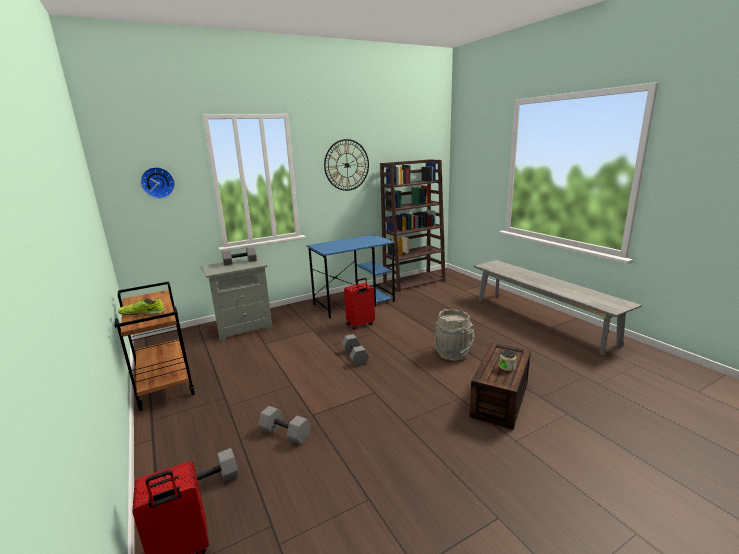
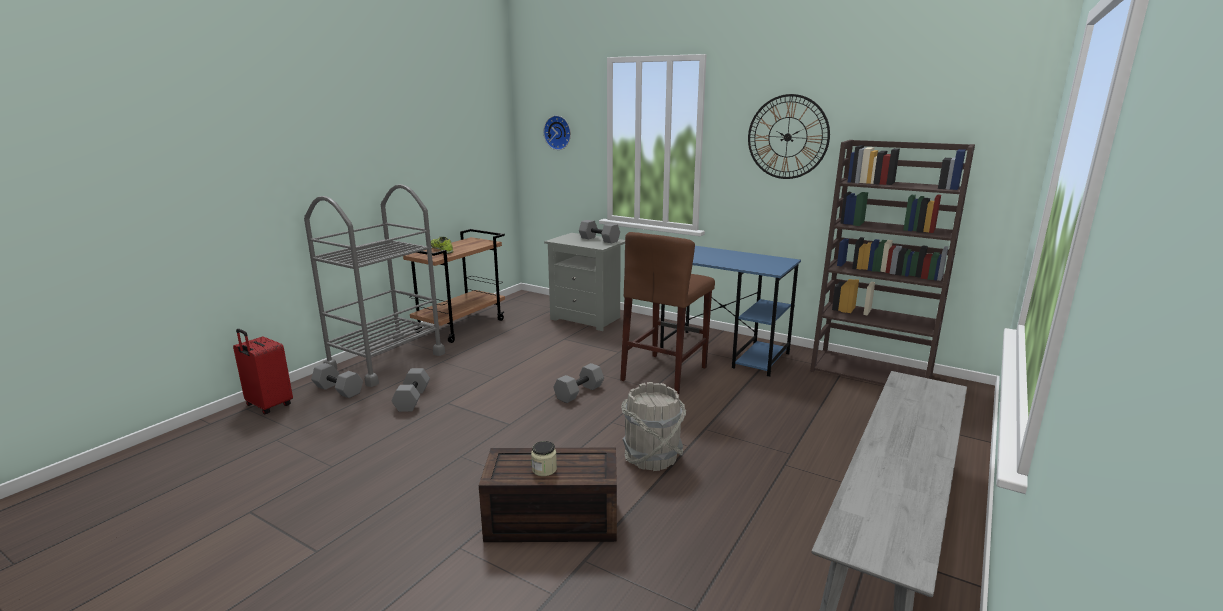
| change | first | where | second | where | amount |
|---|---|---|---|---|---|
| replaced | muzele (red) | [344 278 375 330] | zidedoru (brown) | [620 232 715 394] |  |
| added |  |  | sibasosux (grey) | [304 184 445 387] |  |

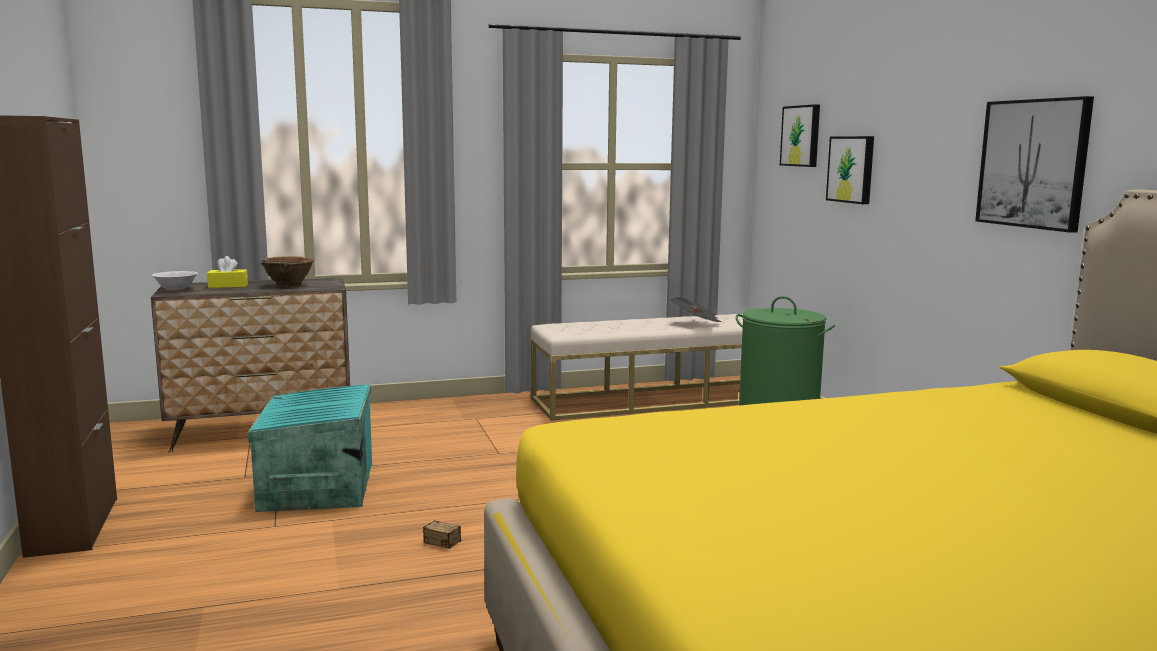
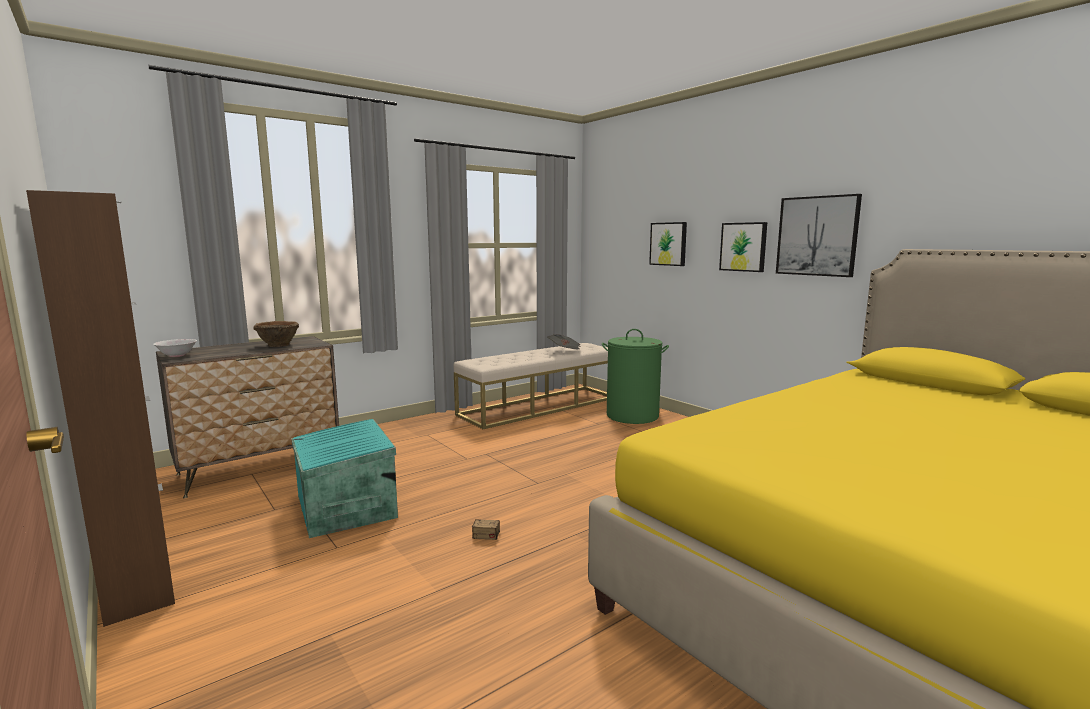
| change | first | where | second | where | amount |
|---|---|---|---|---|---|
| removed | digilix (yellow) | [207 256 248 288] |  |  |  |
| moved | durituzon | [780 104 820 167] |  | [719 222 767 272] |  |

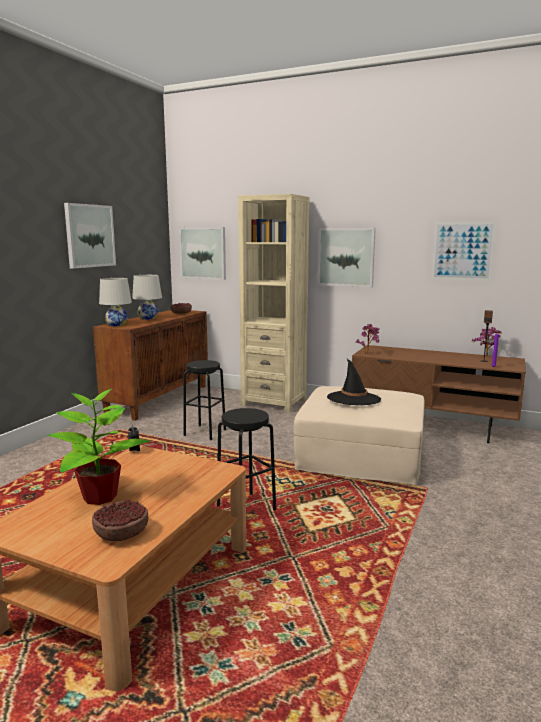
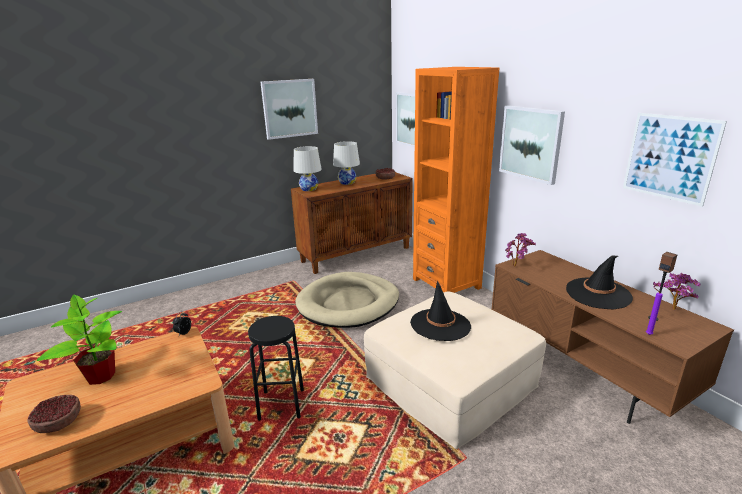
| change | first | where | second | where | amount |
|---|---|---|---|---|---|
| replaced | zidedoru (black) | [184 360 226 440] | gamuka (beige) | [295 272 399 328] |  |
| recoloured | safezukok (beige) | [238 194 310 413] | safezukok (orange) | [413 67 499 293] |  |
| added |  |  | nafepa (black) | [566 256 633 309] |  |

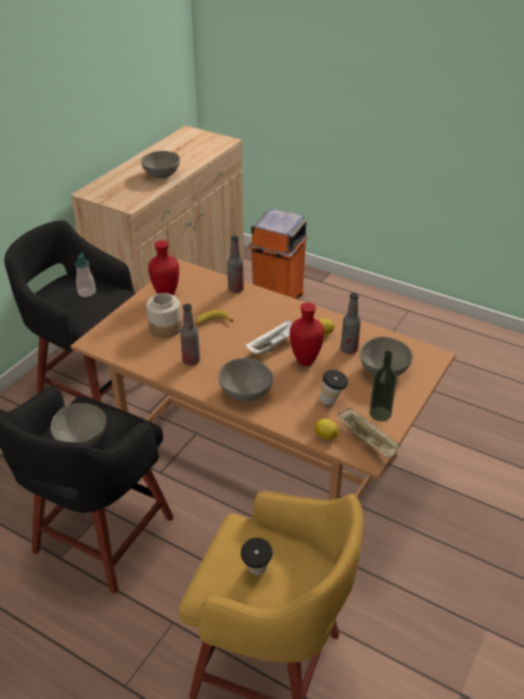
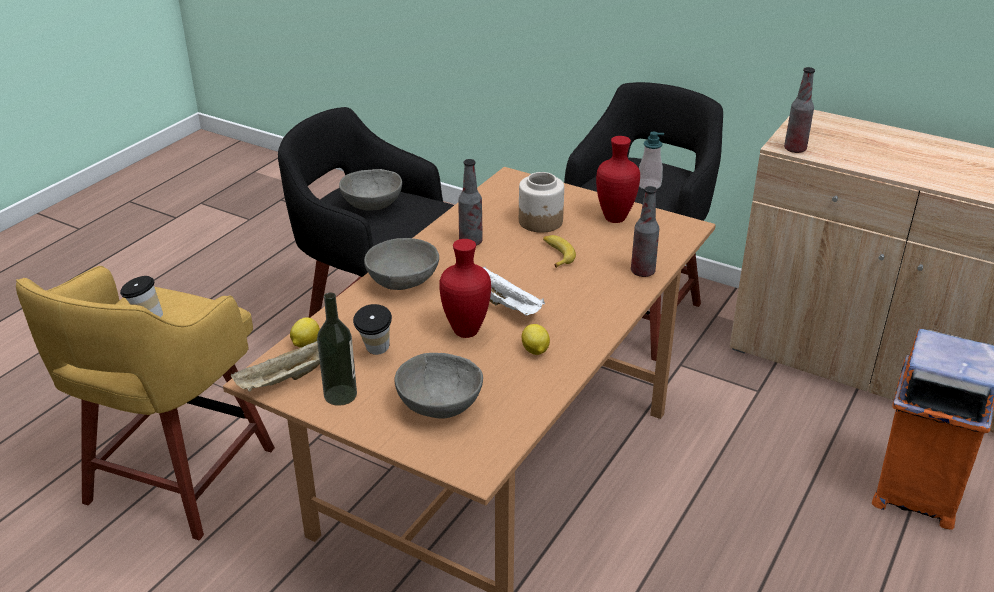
| change | first | where | second | where | amount |
|---|---|---|---|---|---|
| removed | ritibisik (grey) | [141 151 180 178] |  |  |  |
| moved | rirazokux | [341 293 361 354] |  | [784 67 815 153] |  |

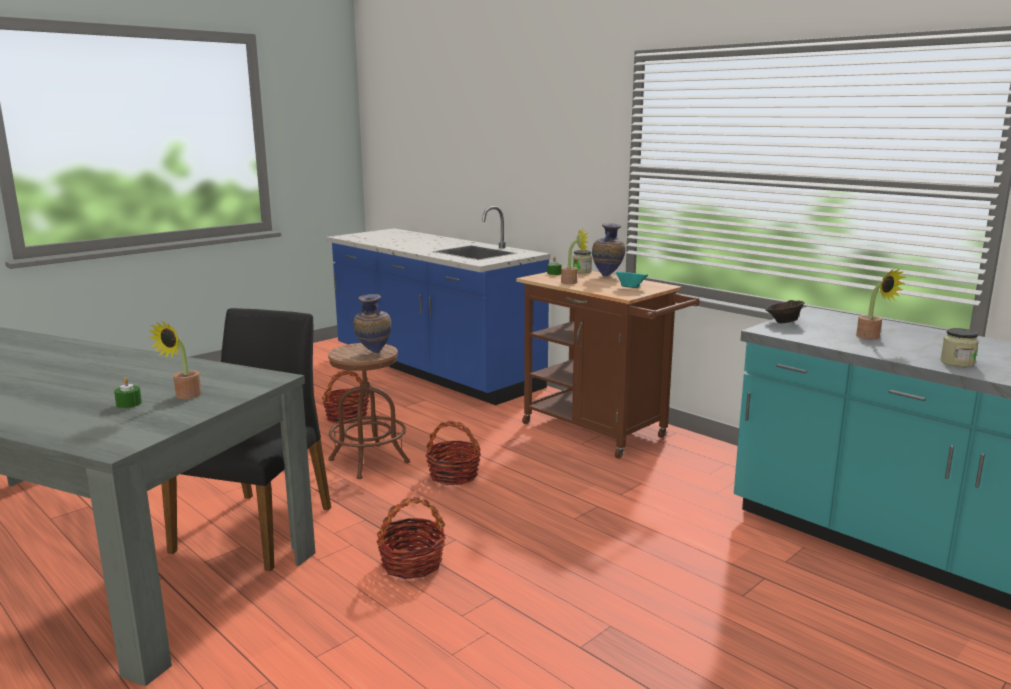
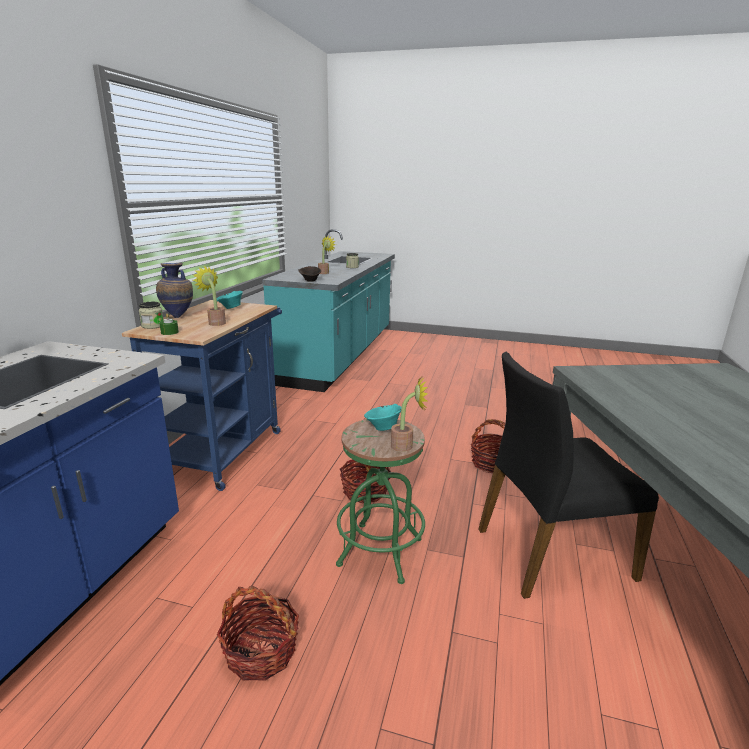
| change | first | where | second | where | amount |
|---|---|---|---|---|---|
| removed | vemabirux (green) | [114 377 142 408] |  |  |  |
| moved | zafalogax | [148 321 202 399] |  | [391 377 428 452] |  |
| recoloured | zidedoru (brown) | [328 343 410 479] | zidedoru (green) | [336 419 425 584] |  |
| replaced | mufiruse | [354 294 392 353] | ritibisik (turquoise) | [364 404 402 431] |  |
| recoloured | sibasosux (brown) | [516 271 700 459] | sibasosux (blue) | [122 300 282 491] |  |

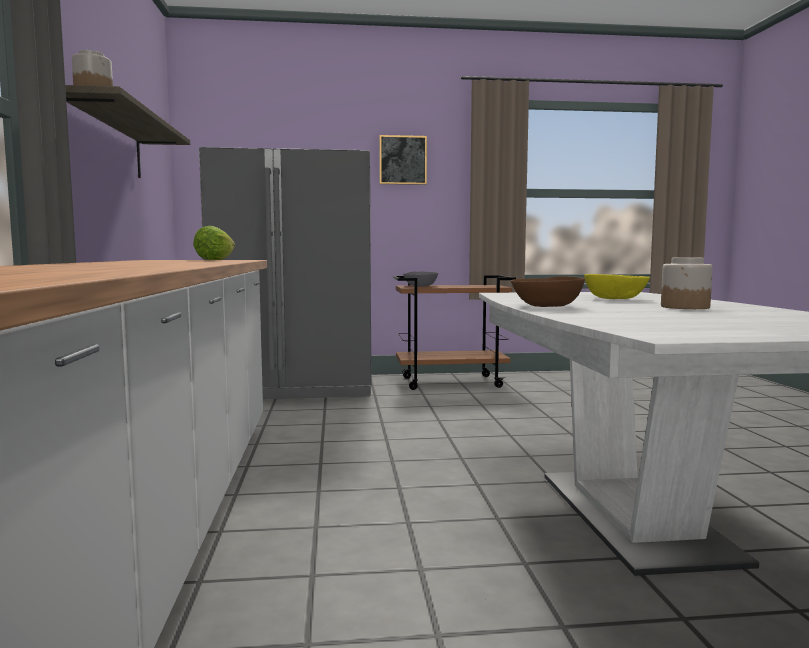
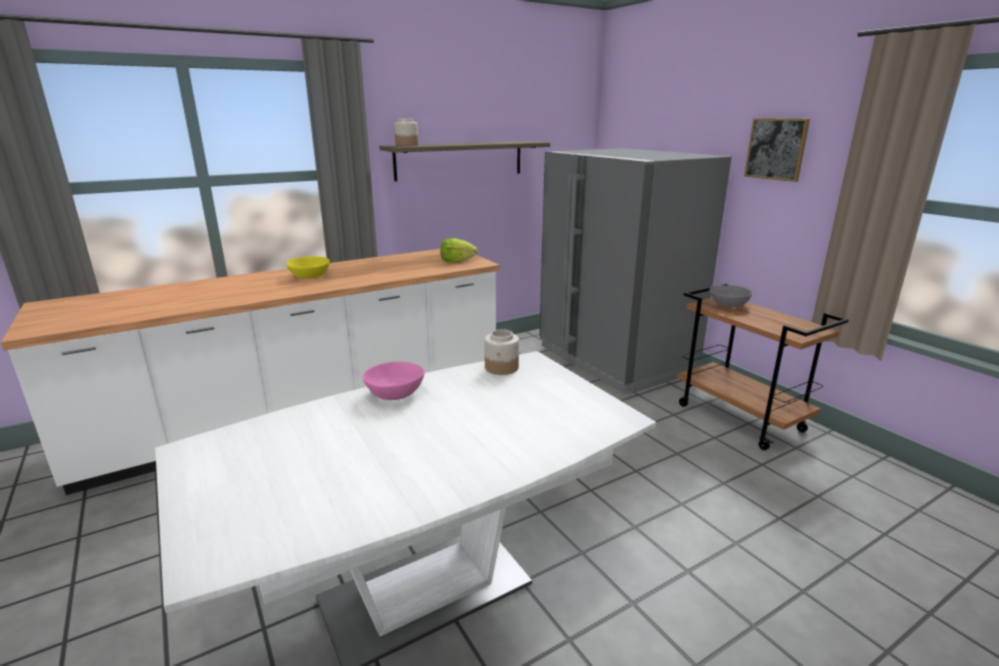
| change | first | where | second | where | amount |
|---|---|---|---|---|---|
| recoloured | ritibisik (brown) | [511 276 585 307] | ritibisik (pink) | [362 361 425 400] |  |
| moved | ritibisik (yellow) | [584 274 650 299] |  | [286 256 330 279] |  |
| moved | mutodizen | [661 257 713 309] |  | [484 329 519 375] |  |

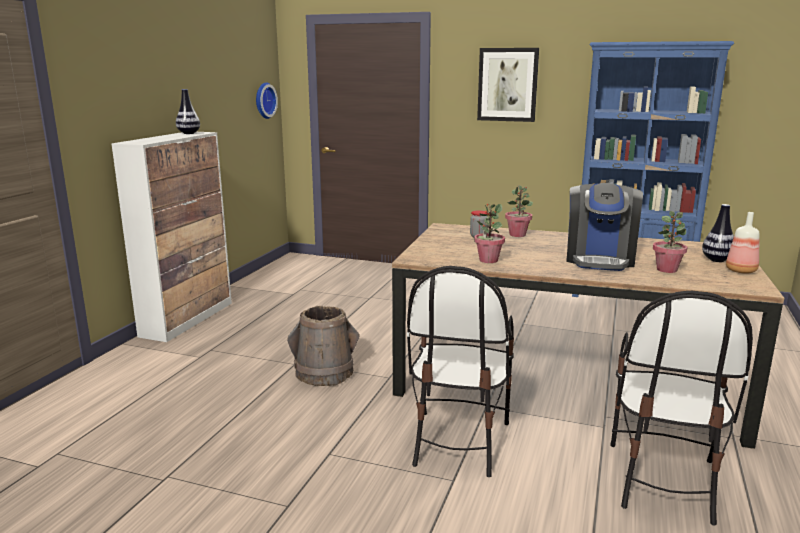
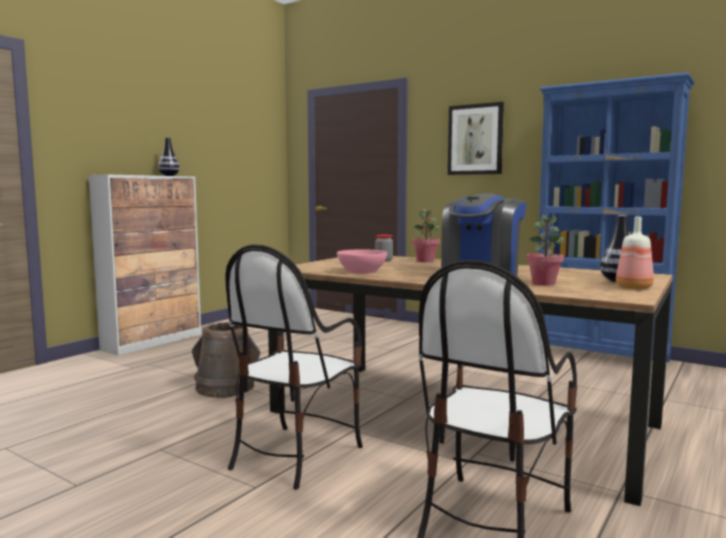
| change | first | where | second | where | amount |
|---|---|---|---|---|---|
| removed | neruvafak | [256 83 278 119] |  |  |  |
| replaced | zafalogax | [474 203 505 263] | ritibisik (pink) | [337 249 387 274] |  |

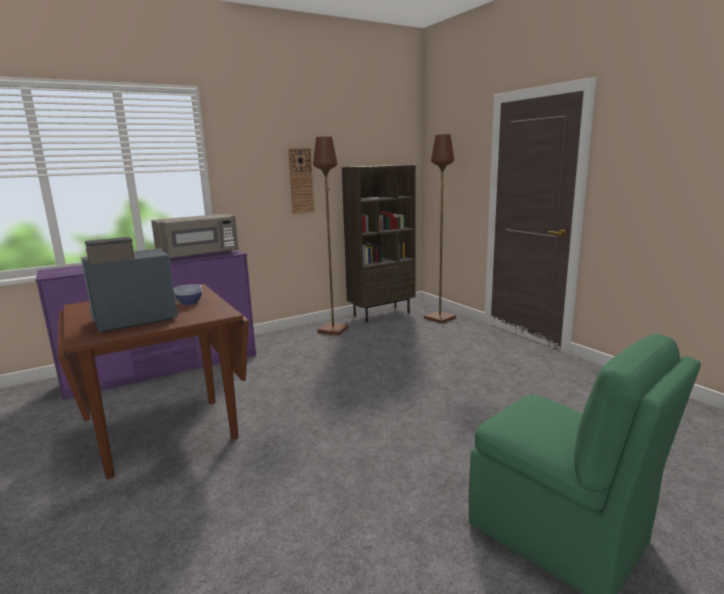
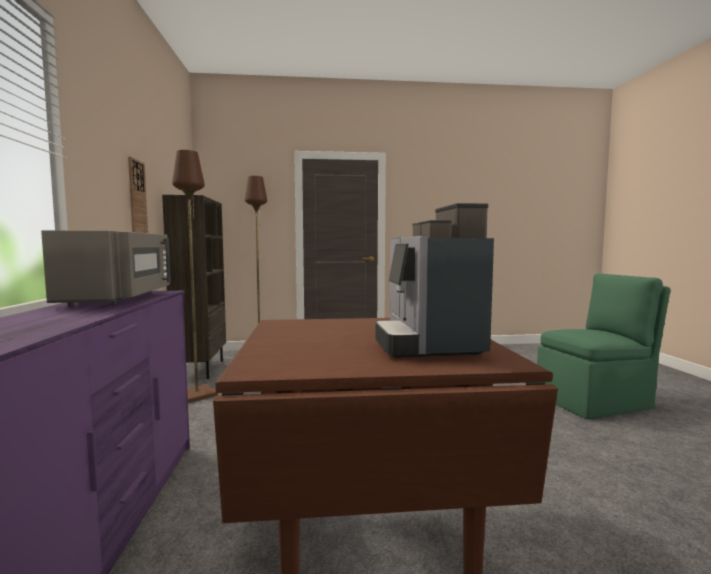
| change | first | where | second | where | amount |
|---|---|---|---|---|---|
| removed | ritibisik | [174 284 202 305] |  |  |  |

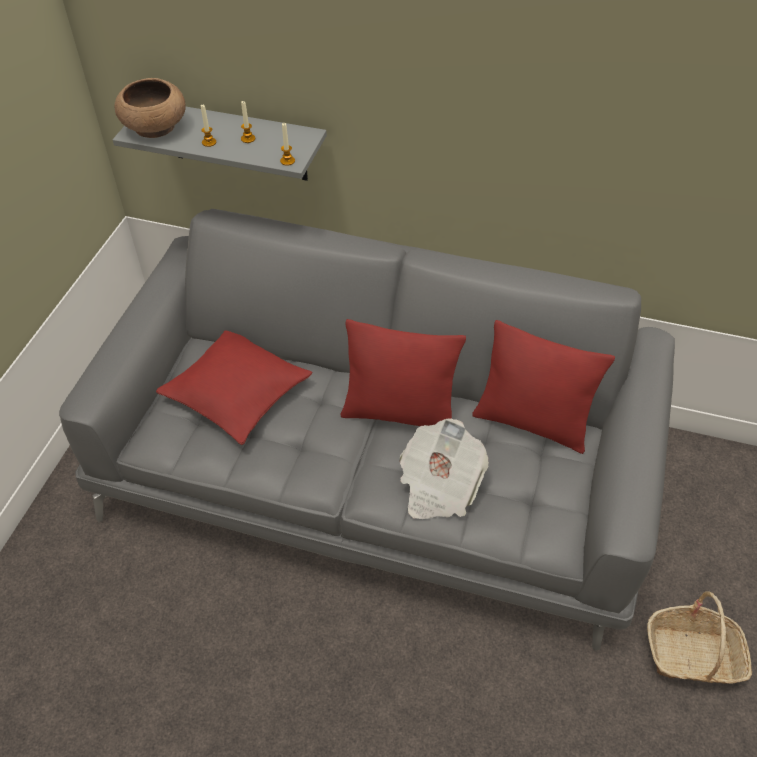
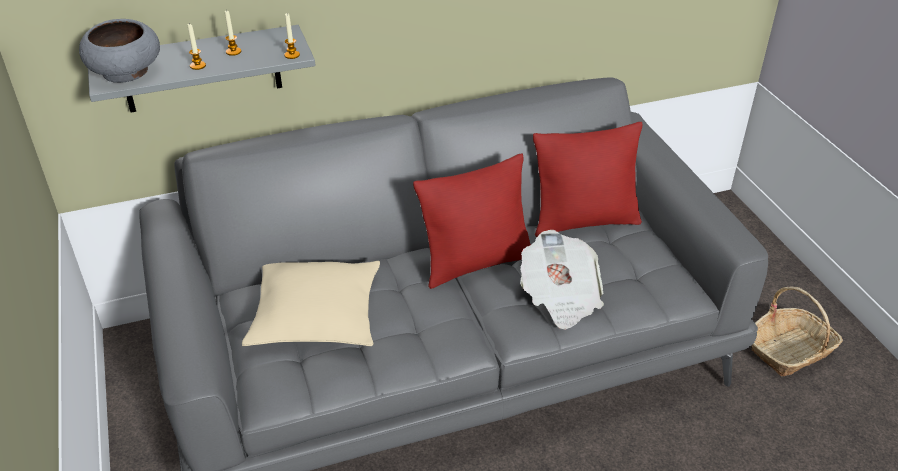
| change | first | where | second | where | amount |
|---|---|---|---|---|---|
| recoloured | ritibisik (brown) | [114 78 186 138] | ritibisik (grey) | [79 19 160 83] |  |
| recoloured | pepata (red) | [156 331 313 445] | pepata (beige) | [242 261 380 346] |  |

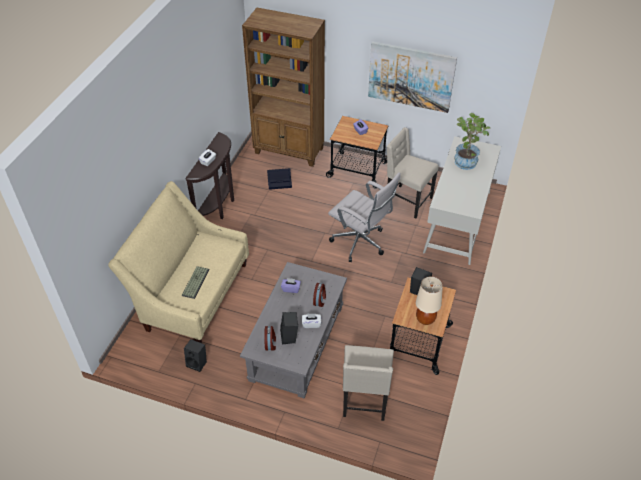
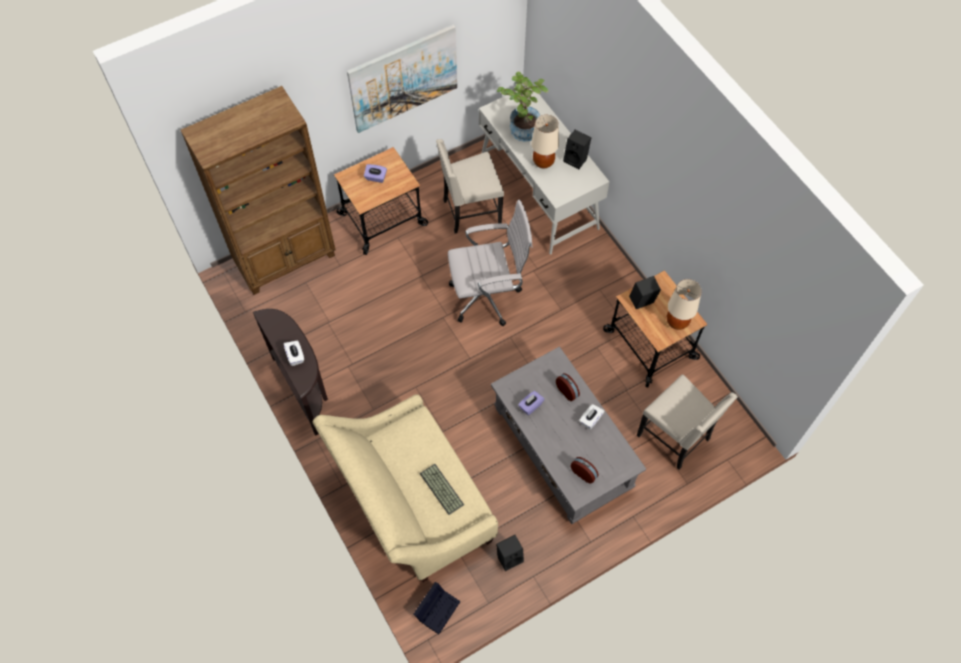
| change | first | where | second | where | amount |
|---|---|---|---|---|---|
| moved | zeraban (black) | [267 168 292 190] |  | [414 582 460 634] |  |
| moved | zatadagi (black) | [280 312 298 344] |  | [563 130 591 169] |  |
| added |  |  | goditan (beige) | [531 115 559 168] |  |

